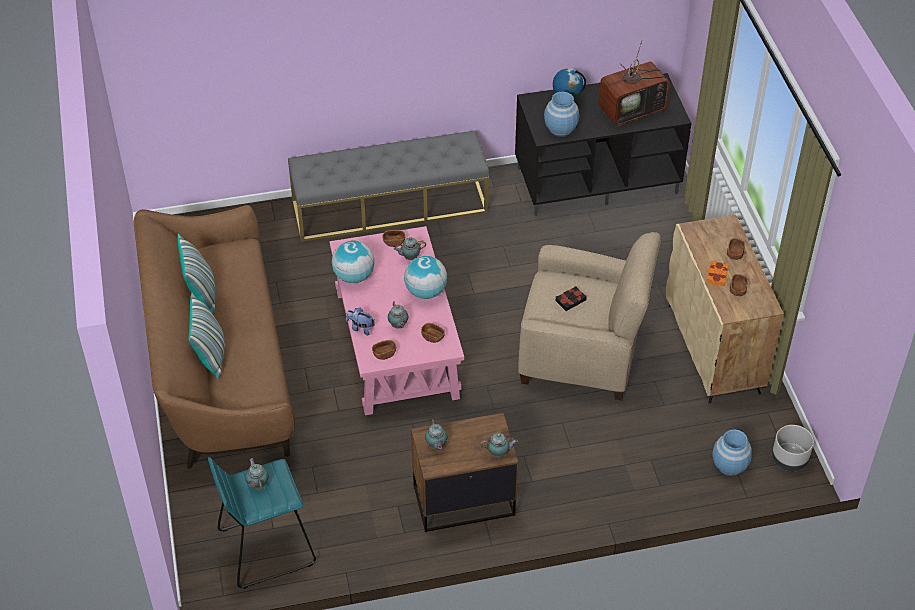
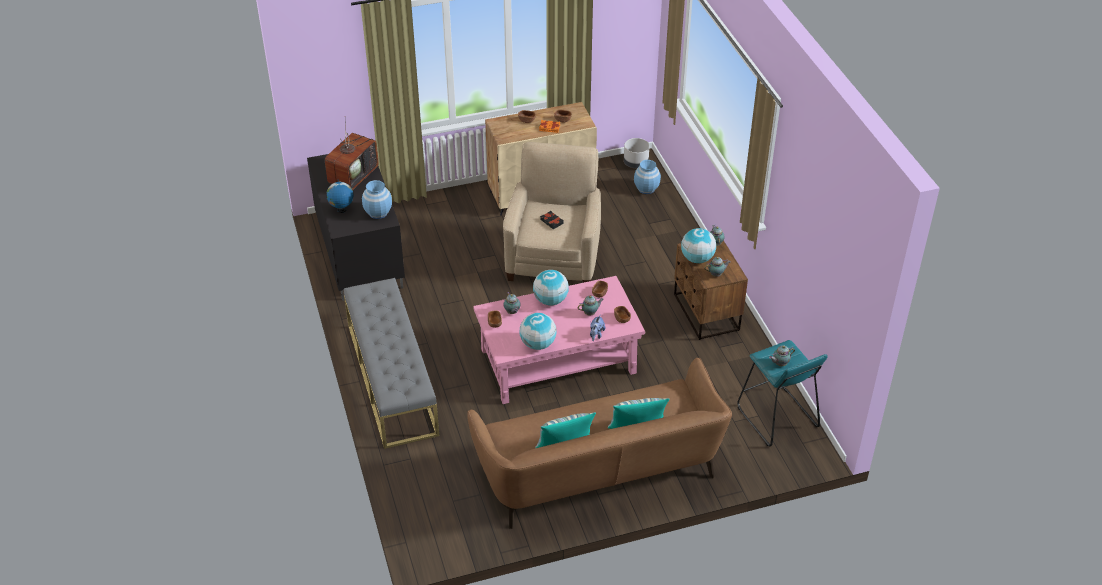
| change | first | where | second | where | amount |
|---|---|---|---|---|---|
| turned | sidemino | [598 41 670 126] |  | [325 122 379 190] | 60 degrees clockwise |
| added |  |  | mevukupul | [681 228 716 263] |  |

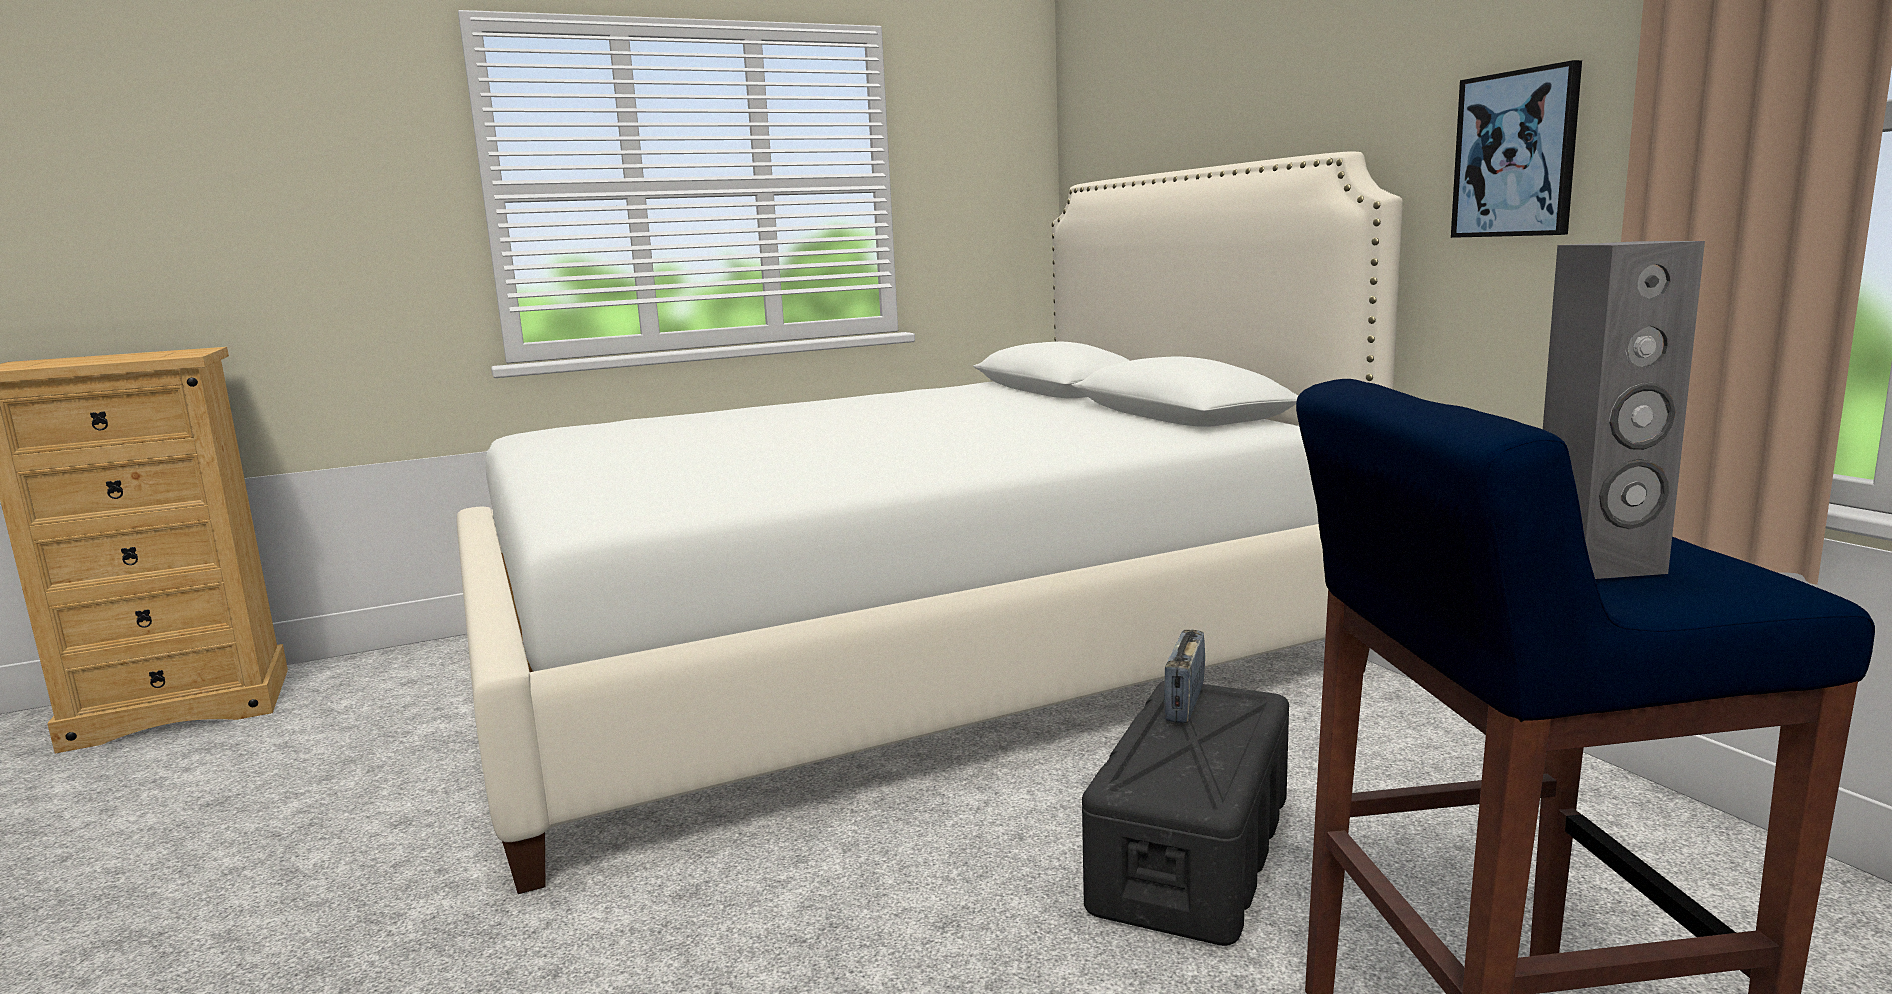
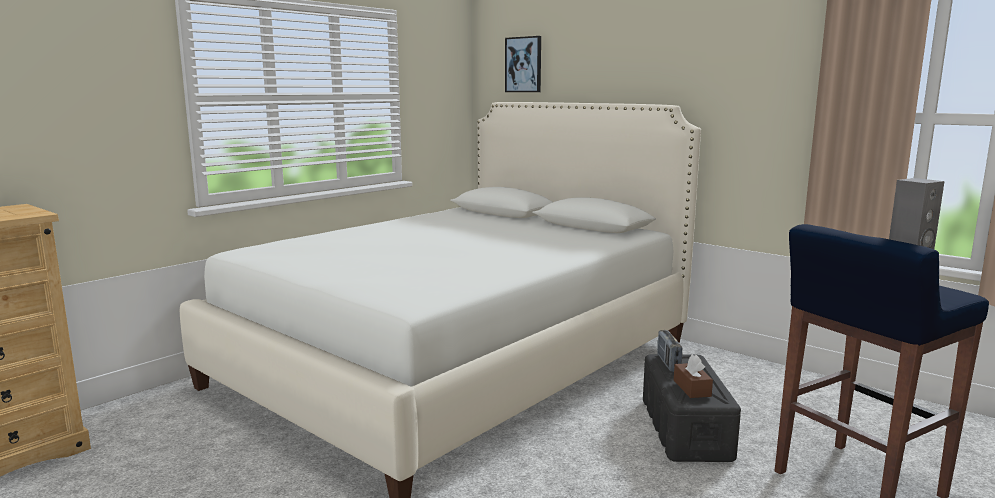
| change | first | where | second | where | amount |
|---|---|---|---|---|---|
| moved | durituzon | [1451 60 1582 238] |  | [505 36 541 92] |  |
| added |  |  | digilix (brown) | [674 355 713 398] |  |

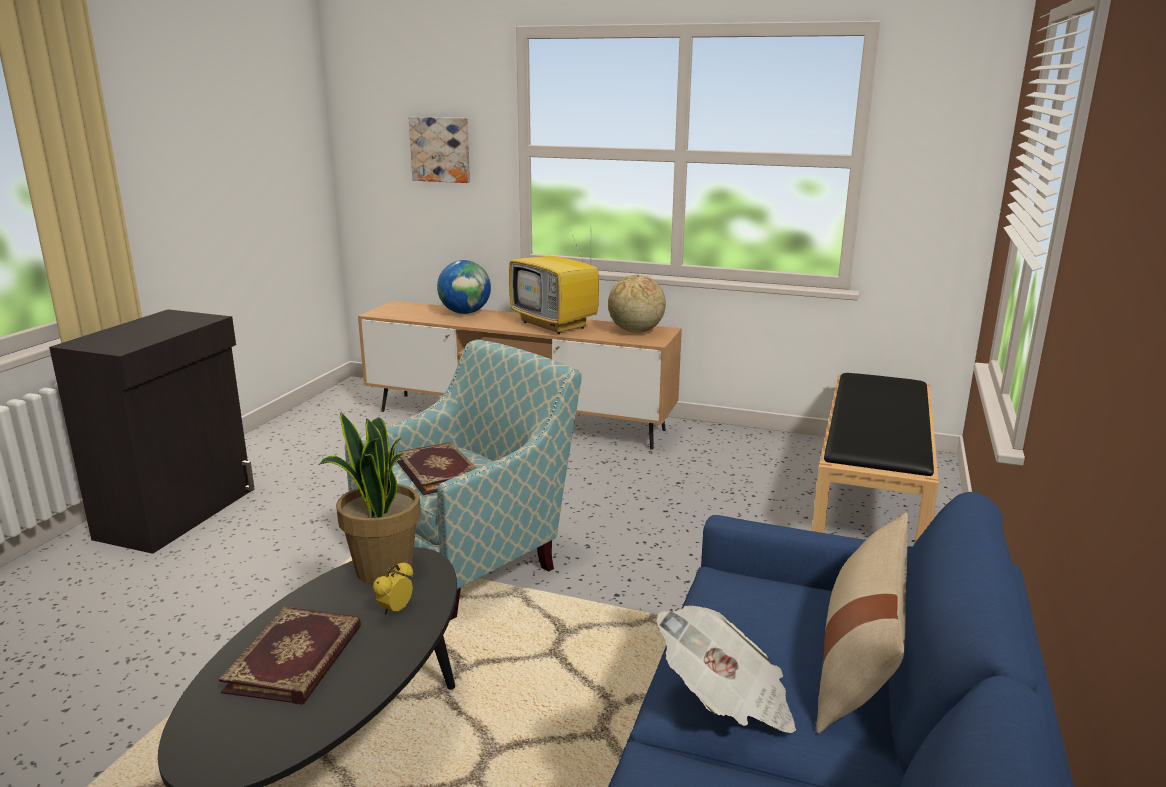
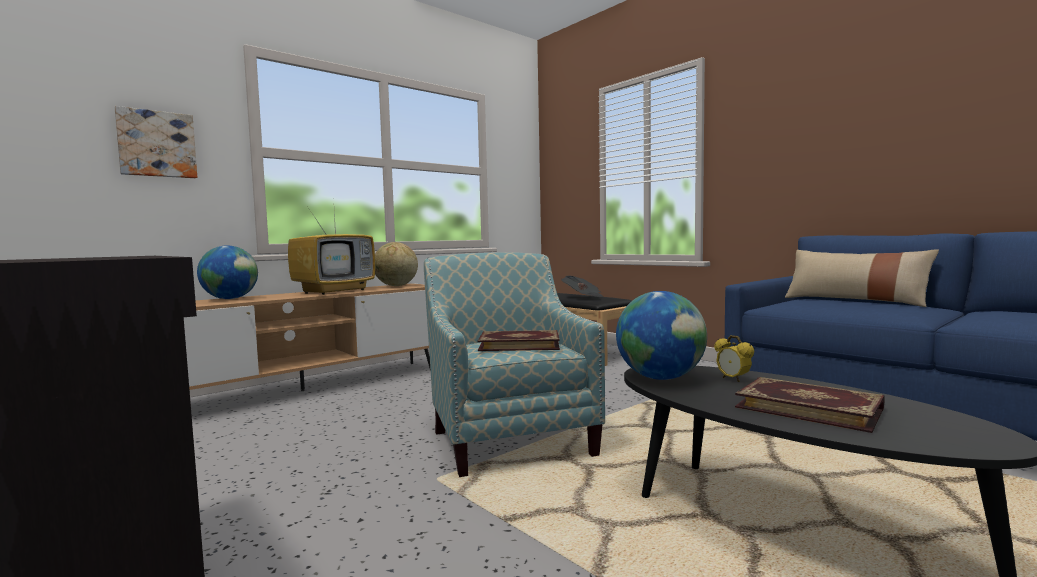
| change | first | where | second | where | amount |
|---|---|---|---|---|---|
| replaced | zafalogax | [319 412 421 584] | mevukupul | [616 291 707 380] |  |
| turned | sidemino | [509 230 599 334] |  | [288 212 375 295] | 45 degrees counterclockwise |
| moved | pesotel | [657 606 796 733] |  | [561 276 603 297] |  |

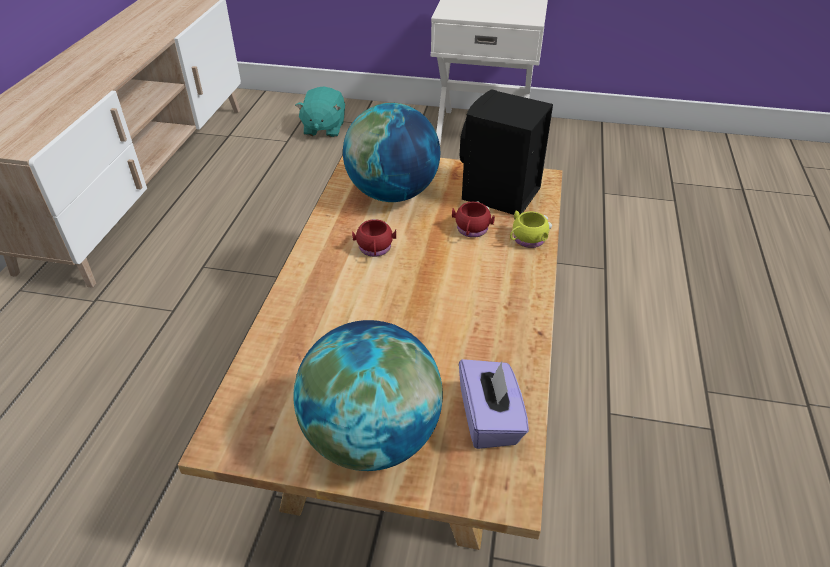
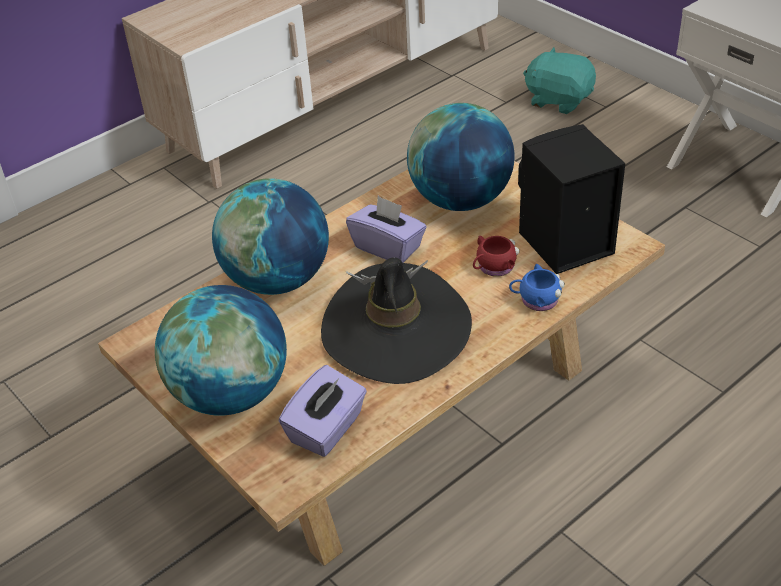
| change | first | where | second | where | amount |
|---|---|---|---|---|---|
| turned | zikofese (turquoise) | [295 86 345 137] |  | [523 47 596 114] | 75 degrees clockwise |
| replaced | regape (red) | [352 219 396 257] | digilix (purple) | [346 196 427 263] |  |
| recoloured | regape (yellow) | [510 210 552 248] | regape (blue) | [509 264 565 311] |  |
| added |  |  | mevukupul | [212 178 329 295] |  |
| added |  |  | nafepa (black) | [321 257 472 384] |  |

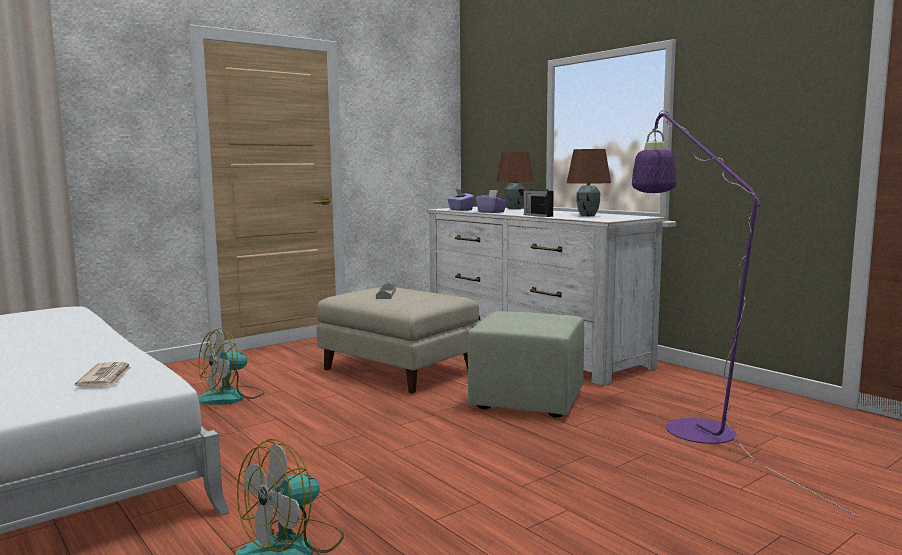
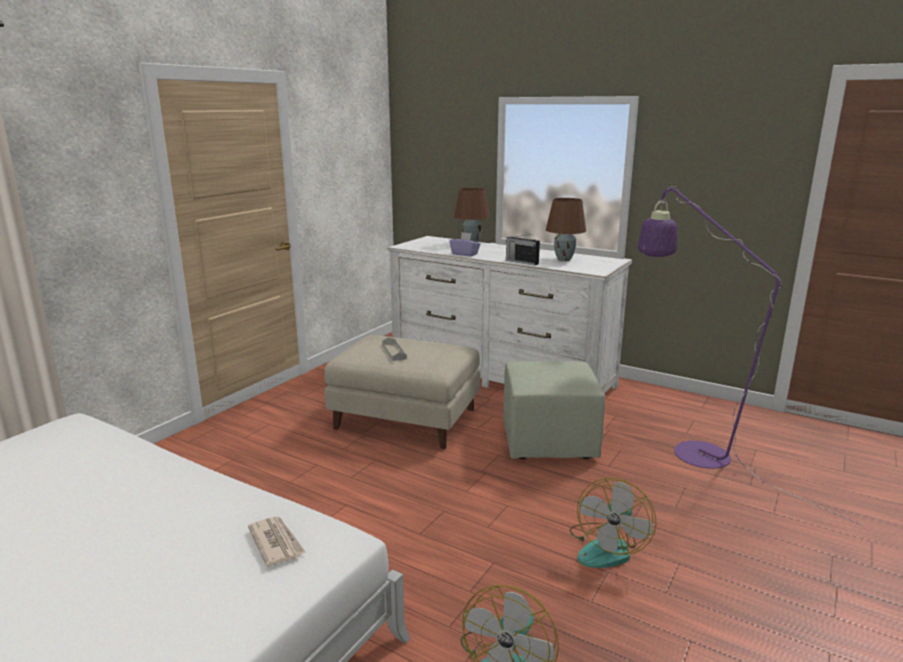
| change | first | where | second | where | amount |
|---|---|---|---|---|---|
| moved | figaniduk | [198 328 265 405] |  | [570 478 656 568] |  |
| removed | digilix (purple) | [448 189 475 211] |  |  |  |

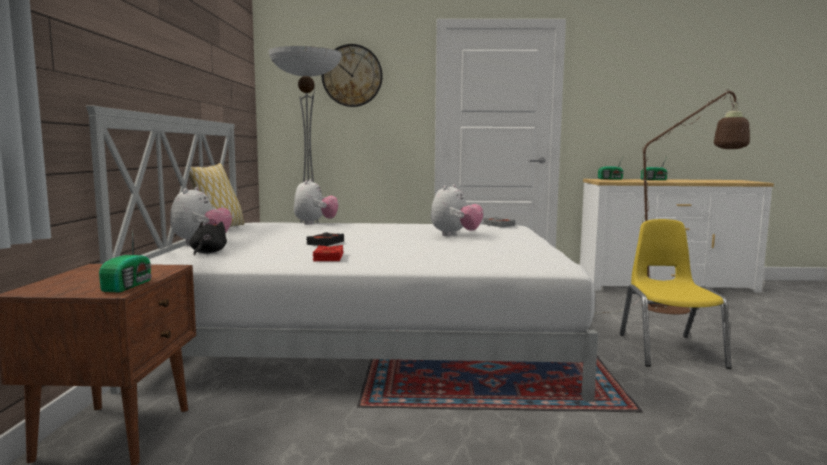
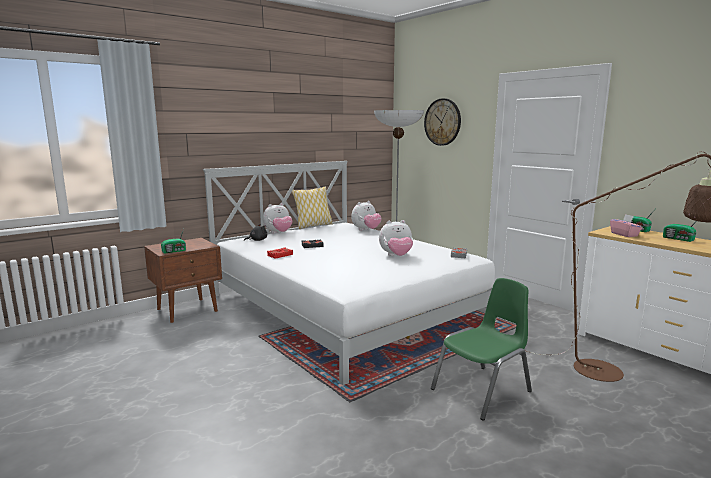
| change | first | where | second | where | amount |
|---|---|---|---|---|---|
| recoloured | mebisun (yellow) | [620 219 732 369] | mebisun (green) | [431 278 532 420] |  |
| added |  |  | digilix (pink) | [610 214 643 237] |  |

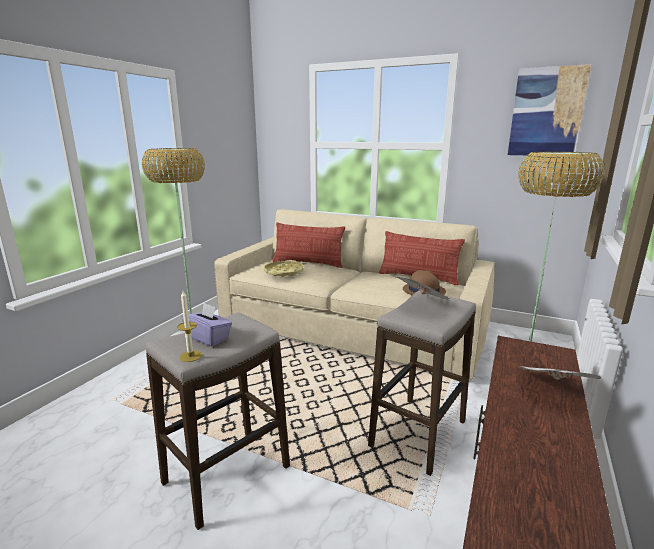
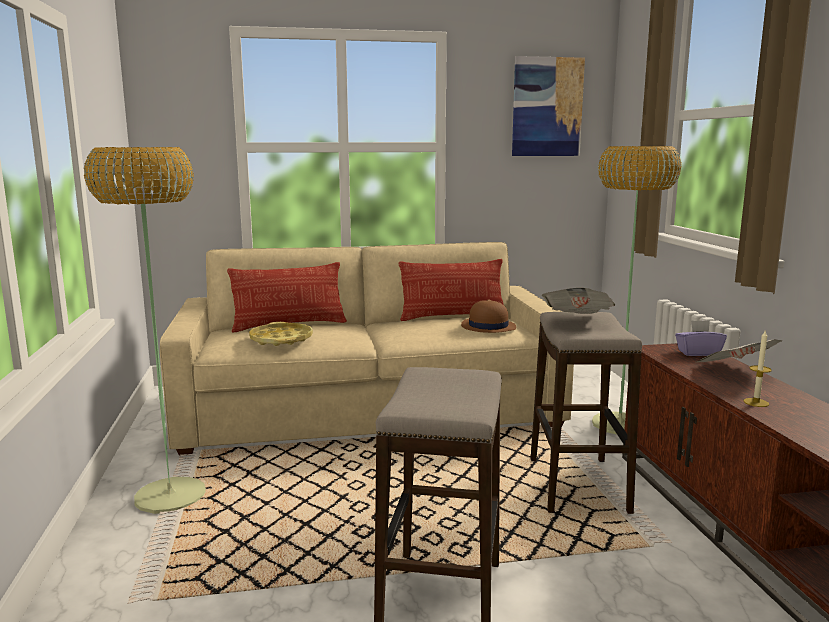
| change | first | where | second | where | amount |
|---|---|---|---|---|---|
| moved | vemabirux | [177 291 202 362] |  | [744 331 772 407] |  |
| moved | digilix (purple) | [182 303 232 346] |  | [675 320 727 356] |  |

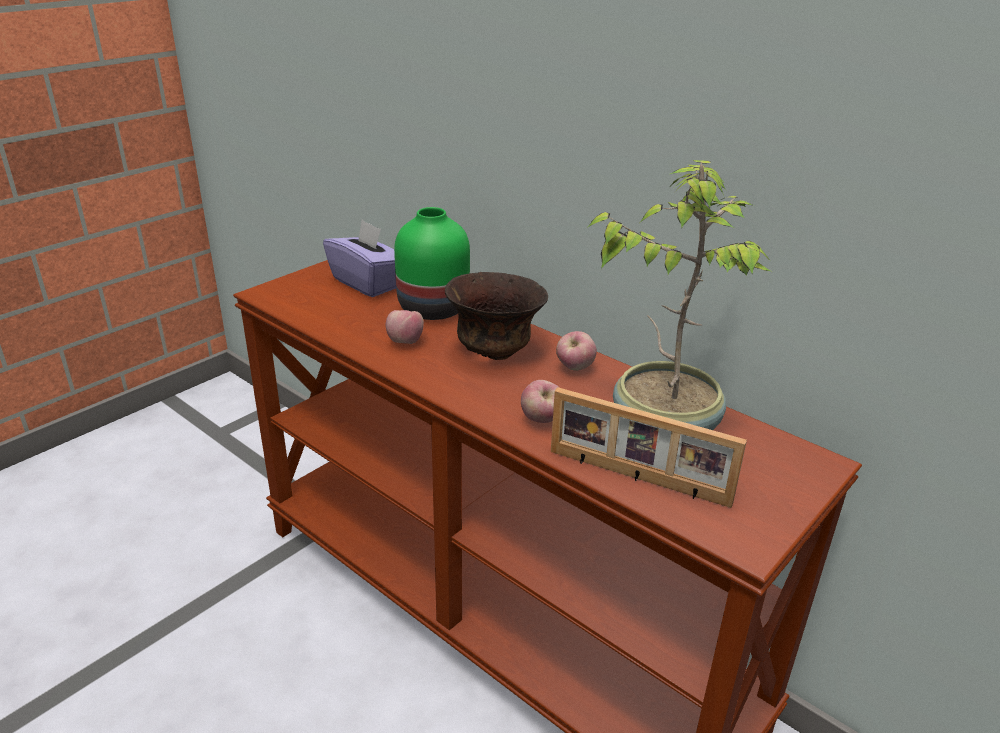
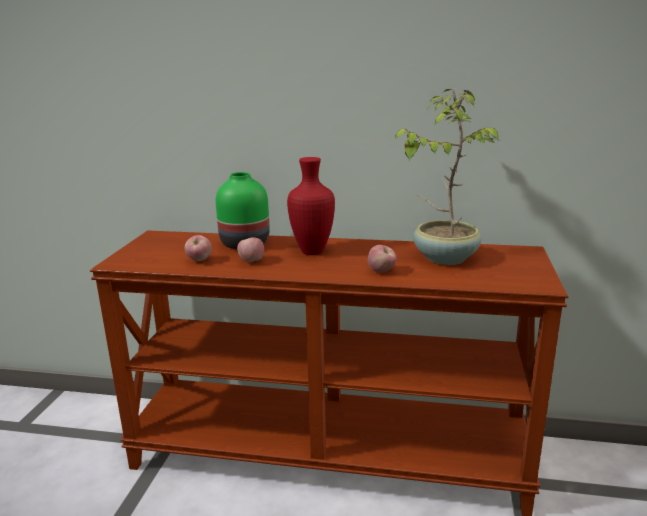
| change | first | where | second | where | amount |
|---|---|---|---|---|---|
| removed | digilix (purple) | [323 220 396 297] |  |  |  |
| replaced | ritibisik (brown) | [445 272 548 360] | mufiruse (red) | [287 157 335 255] |  |
| removed | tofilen | [551 387 747 508] |  |  |  |
| moved | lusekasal | [556 331 597 371] |  | [185 235 212 261] |  |

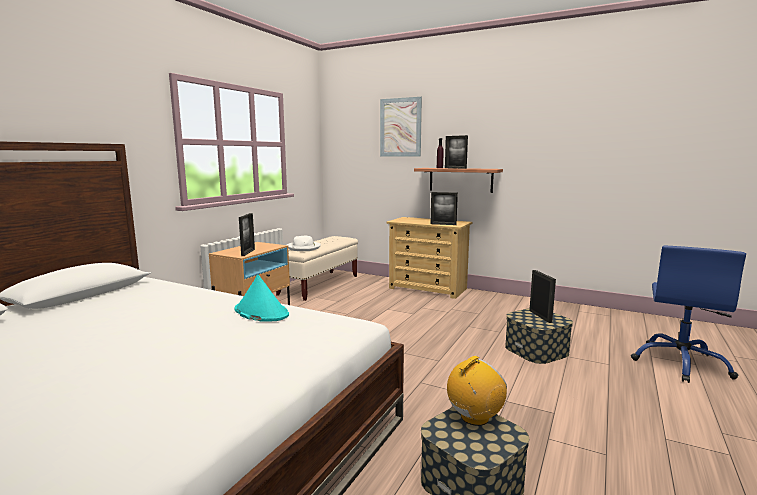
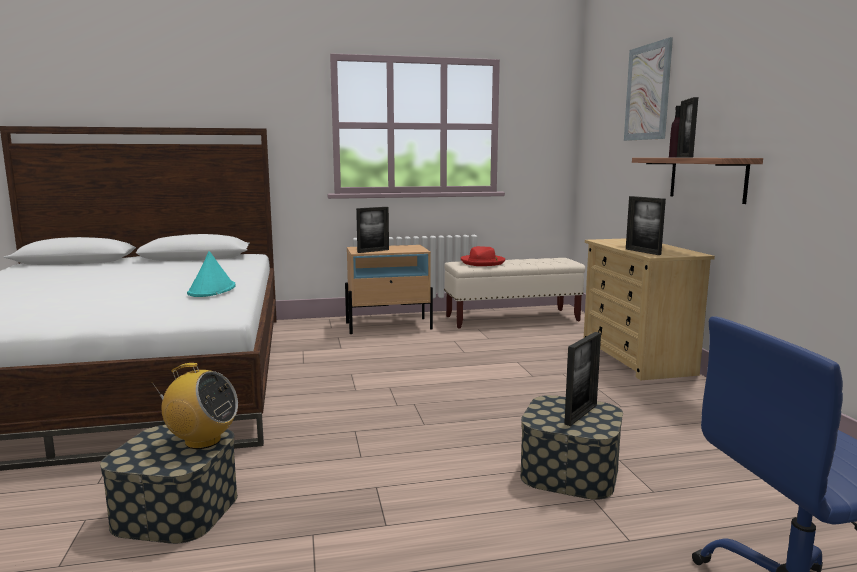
| change | first | where | second | where | amount |
|---|---|---|---|---|---|
| recoloured | nafepa (white) | [287 236 321 251] | nafepa (red) | [461 246 505 266] |  |

